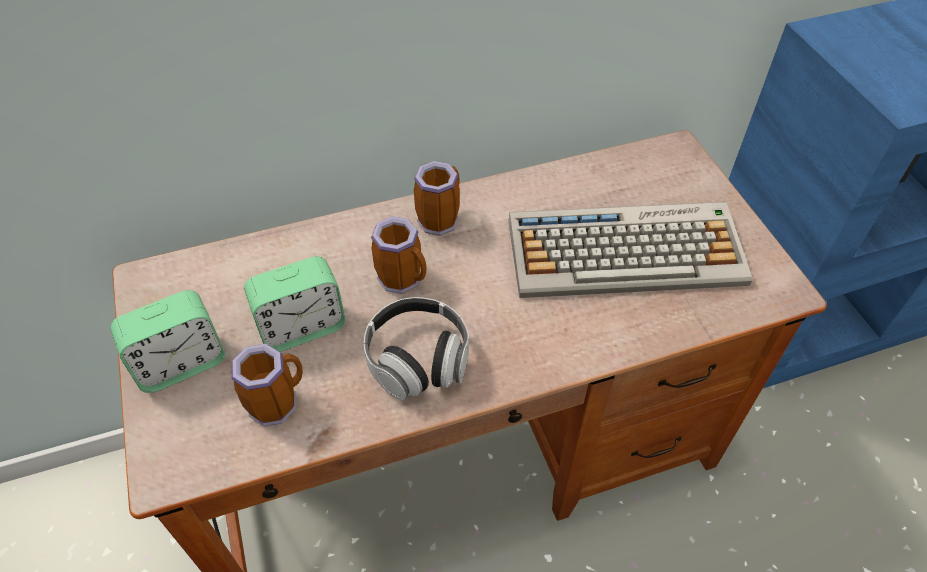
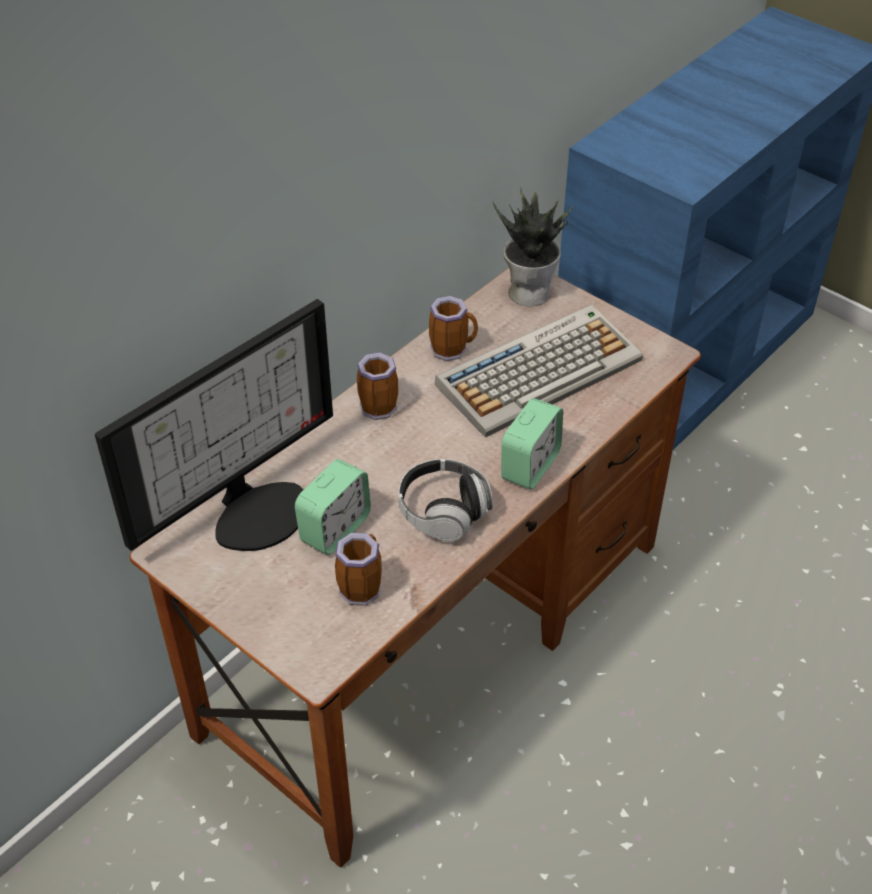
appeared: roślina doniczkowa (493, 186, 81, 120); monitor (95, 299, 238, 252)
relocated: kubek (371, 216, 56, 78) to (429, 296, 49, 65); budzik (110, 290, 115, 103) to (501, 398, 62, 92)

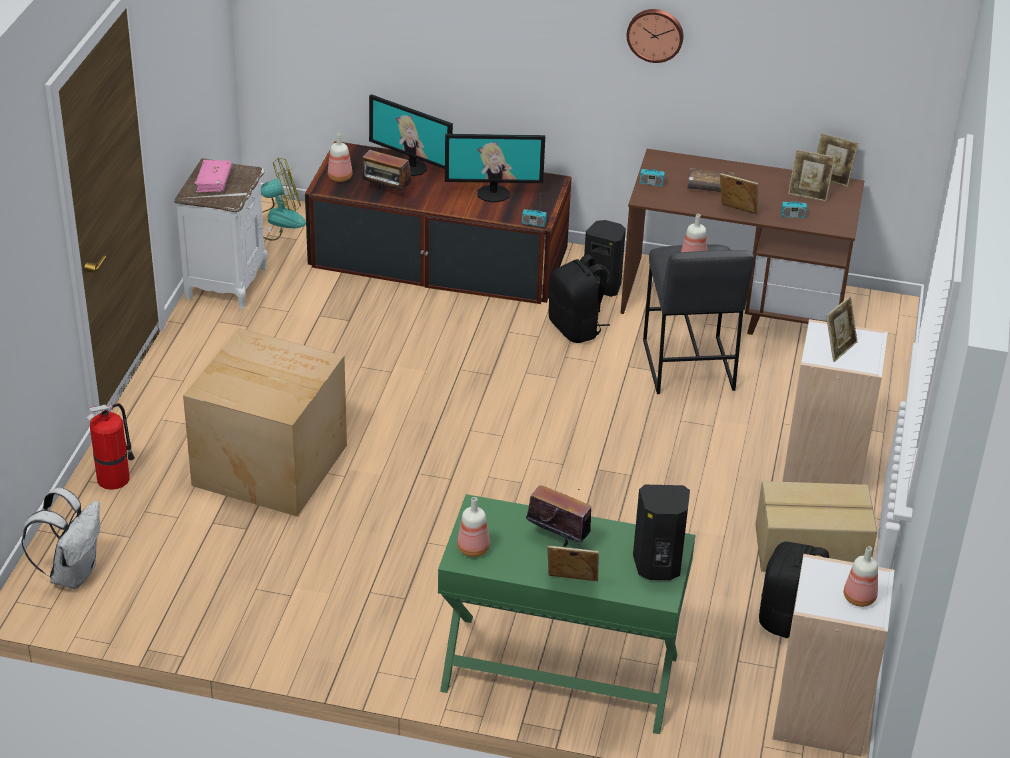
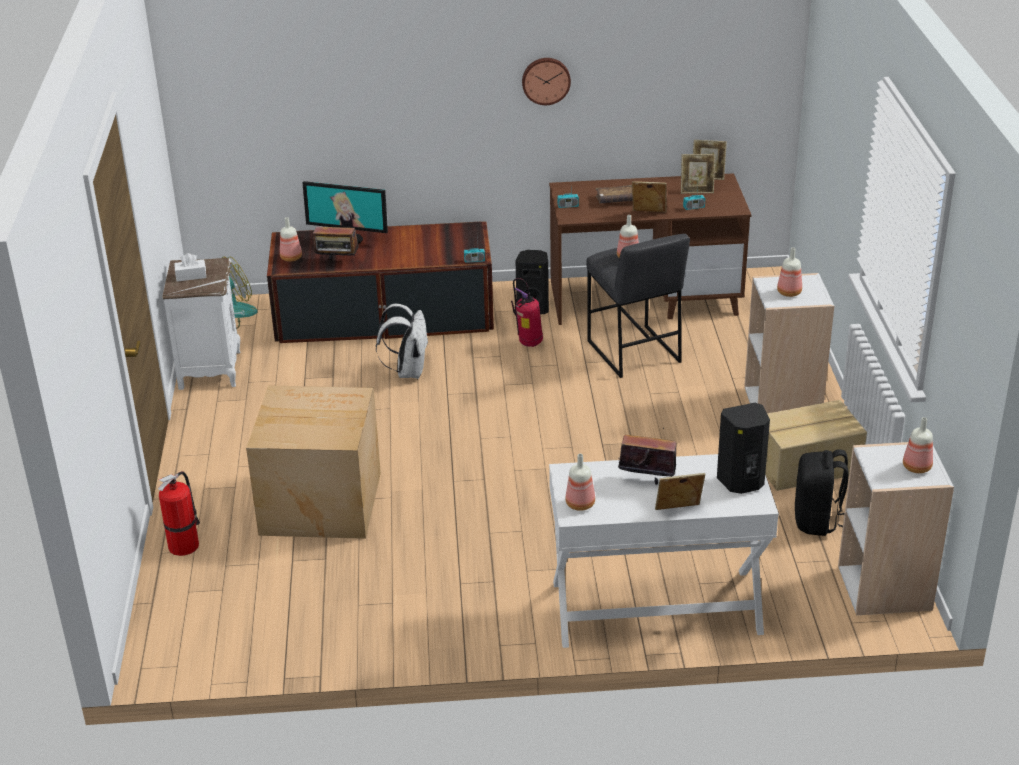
missing: monitor (445, 134, 100, 69)
relocated: plecak [biały] (21, 488, 79, 101) to (375, 304, 54, 75)
exchanged: książka [różowy] (195, 160, 37, 33) to pudełko chusteczek [biały] (174, 253, 32, 29); plecak [czarny] (549, 255, 61, 88) to gaśnica (511, 278, 32, 69); ramka na zdjęcie (826, 296, 32, 66) to butelka (777, 248, 25, 49)
colour: biurko [zielony] (438, 494, 258, 240) to biurko [biały] (549, 454, 230, 194)

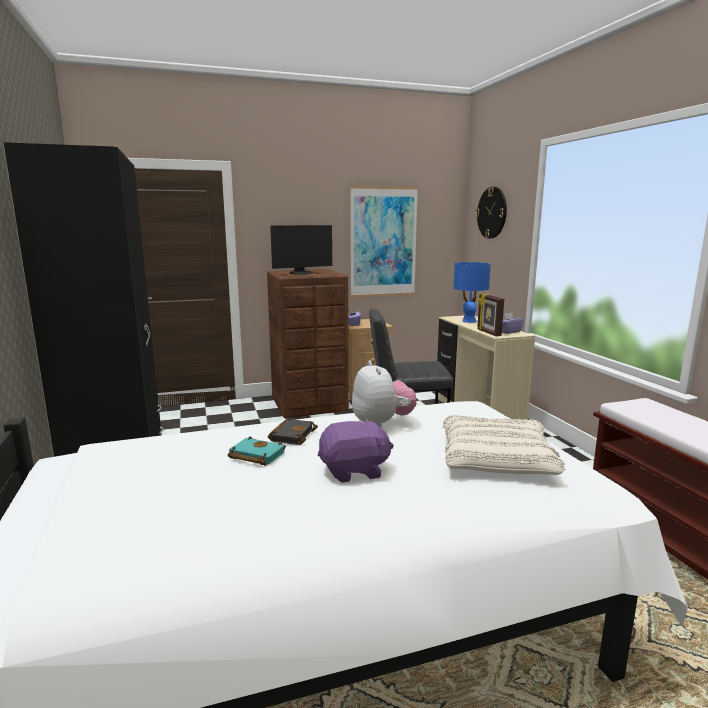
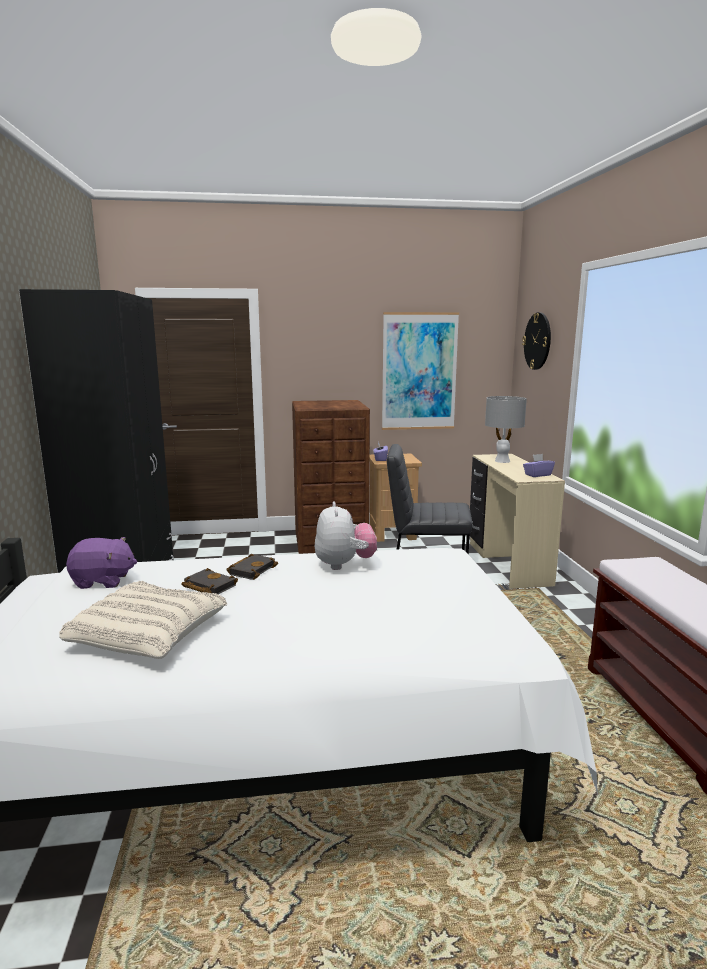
missing: monitor (270, 225, 62, 49); ramka na zdjęcie (477, 294, 27, 42)
relocated: poduszka [beżowy] (443, 414, 123, 61) to (59, 581, 168, 78); pluszak [fioletowy] (318, 418, 76, 65) to (66, 537, 71, 52)
colour: lampa stołowa [niebieski] (453, 262, 38, 61) to lampa stołowa [szary] (485, 396, 42, 67); książka [turkusowy] (228, 436, 58, 30) to książka [czarny] (181, 568, 57, 26)

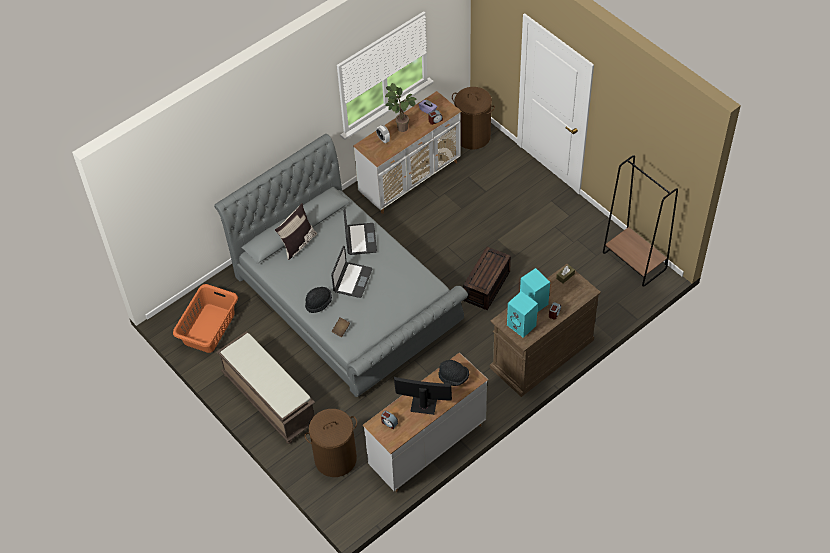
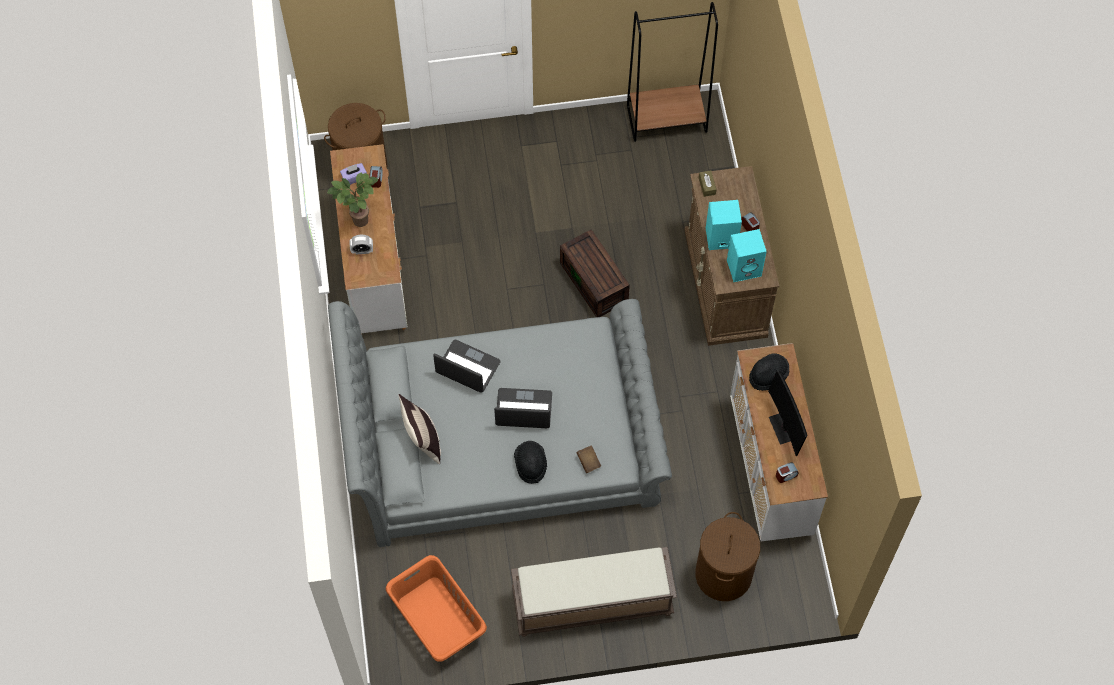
spun: laptop (331, 246, 41, 52) = (494, 388, 58, 40) 45 degrees counterclockwise; monitor (394, 377, 58, 38) = (768, 370, 39, 86) 60 degrees counterclockwise

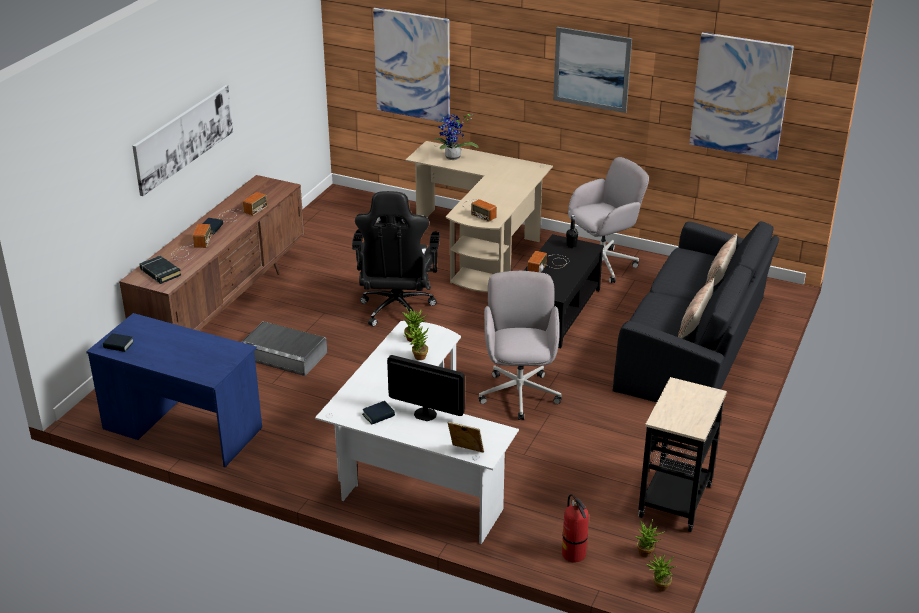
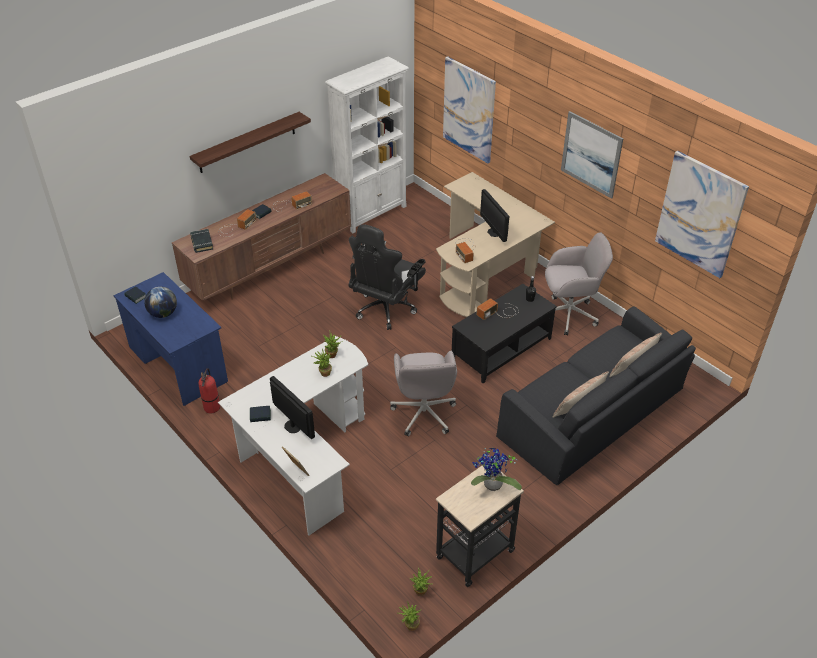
missing: pojemnik do przechowywania [szary] (241, 321, 86, 55)
appeared: regał [biały] (325, 56, 84, 177); monitor (480, 189, 29, 53); globus (144, 287, 33, 31)
relocated: roślina doniczkowa (434, 114, 45, 46) to (471, 448, 51, 43); gaśnica (562, 494, 27, 69) to (198, 368, 22, 46)
exchanged: obraz (132, 85, 101, 111) to półka (190, 112, 121, 61)
spun: krzesło biurowe [szary] (478, 271, 84, 149) = (390, 351, 67, 86) 150 degrees clockwise

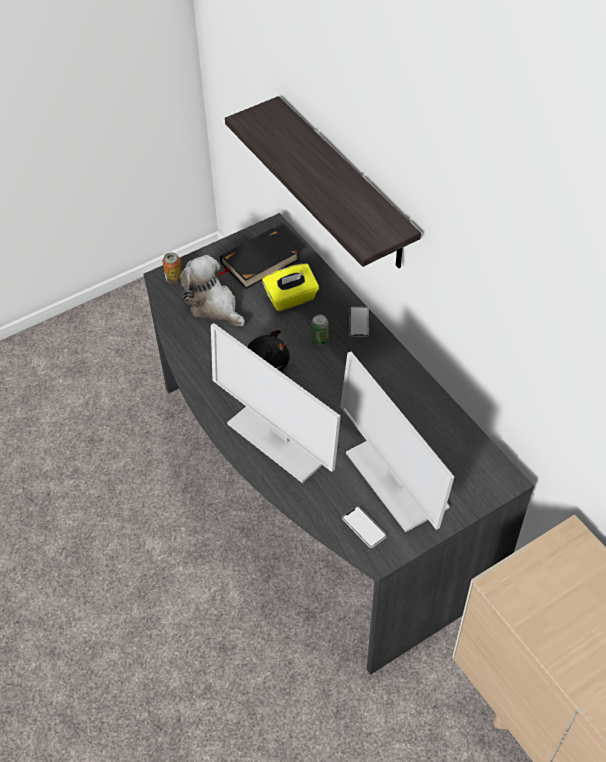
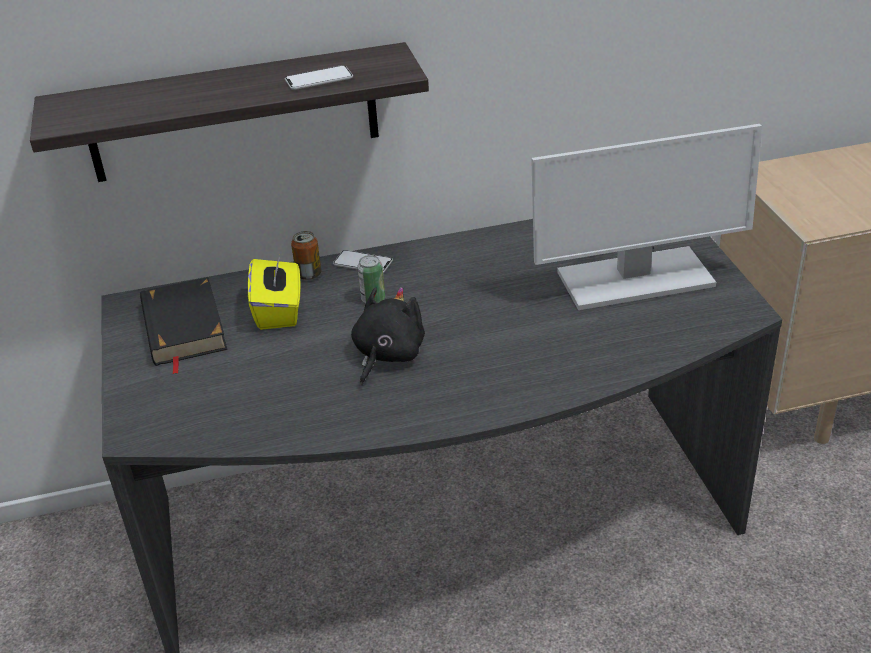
missing: pluszak (180, 255, 65, 71); monitor (211, 323, 130, 160)
relocated: puszka (163, 252, 19, 32) to (291, 231, 30, 49); telefon (342, 506, 45, 42) to (285, 65, 68, 25)

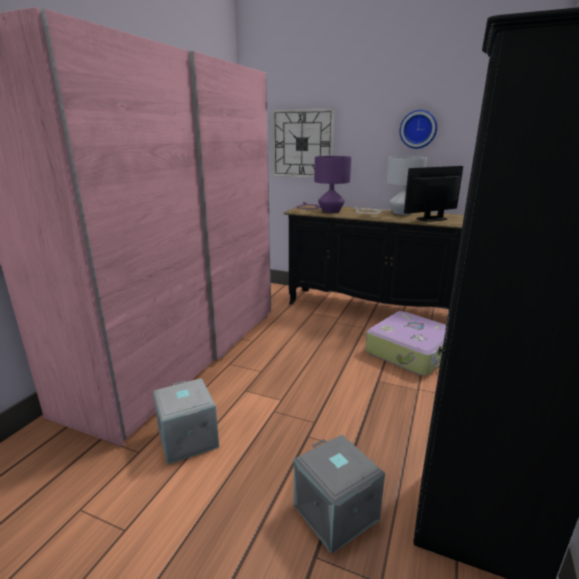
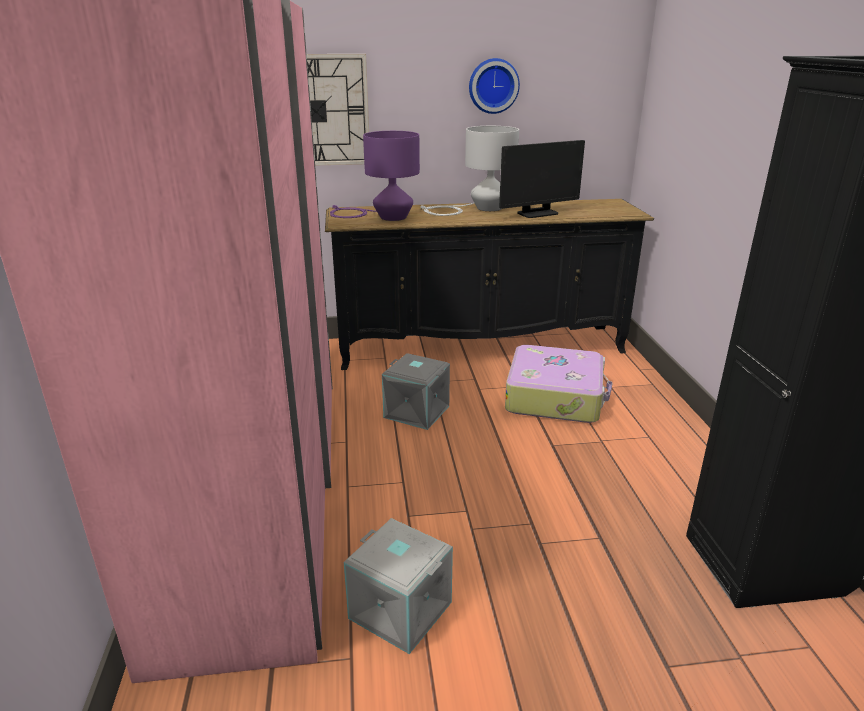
relocated: pojemnik do przechowywania [szary] (294, 435, 91, 119) to (382, 353, 68, 77)
spun: monitor (404, 166, 59, 56) = (499, 140, 86, 78) 150 degrees counterclockwise

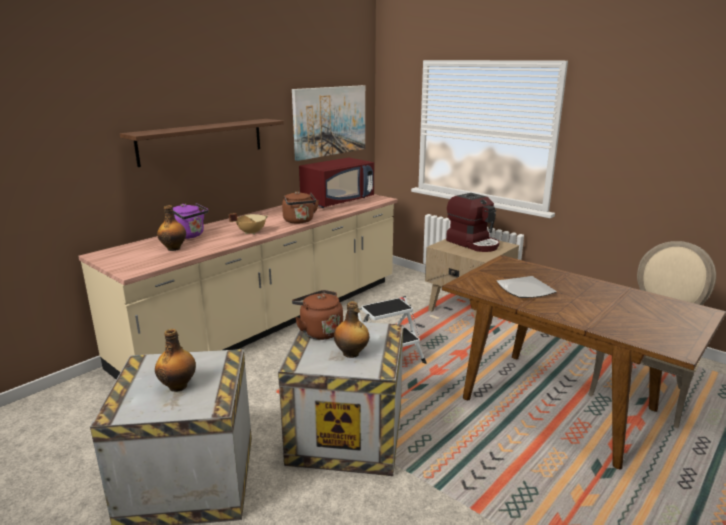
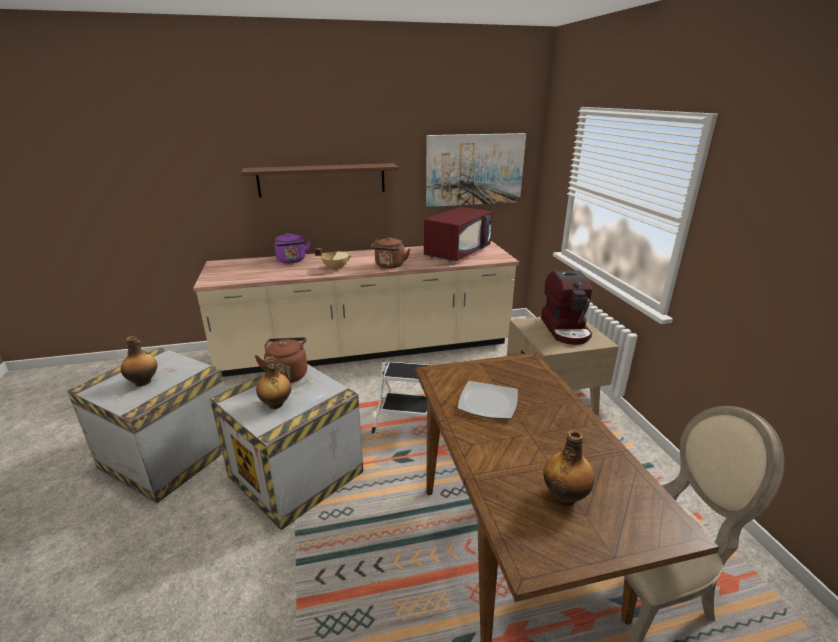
relocated: butelka (157, 205, 29, 46) to (543, 430, 52, 76)
spun: mikrofalówka [czerwony] (299, 158, 75, 50) = (424, 207, 68, 55) 45 degrees counterclockwise

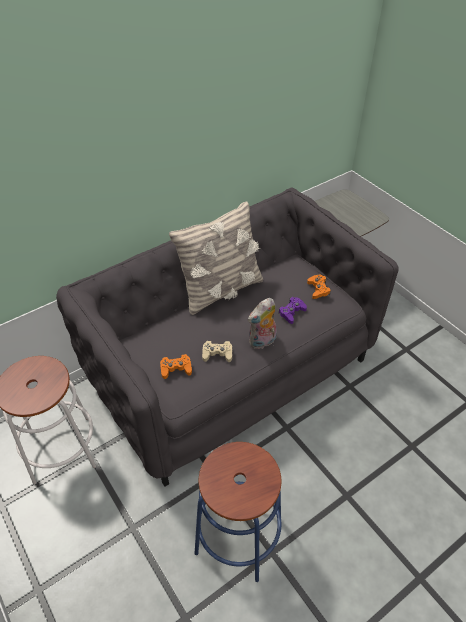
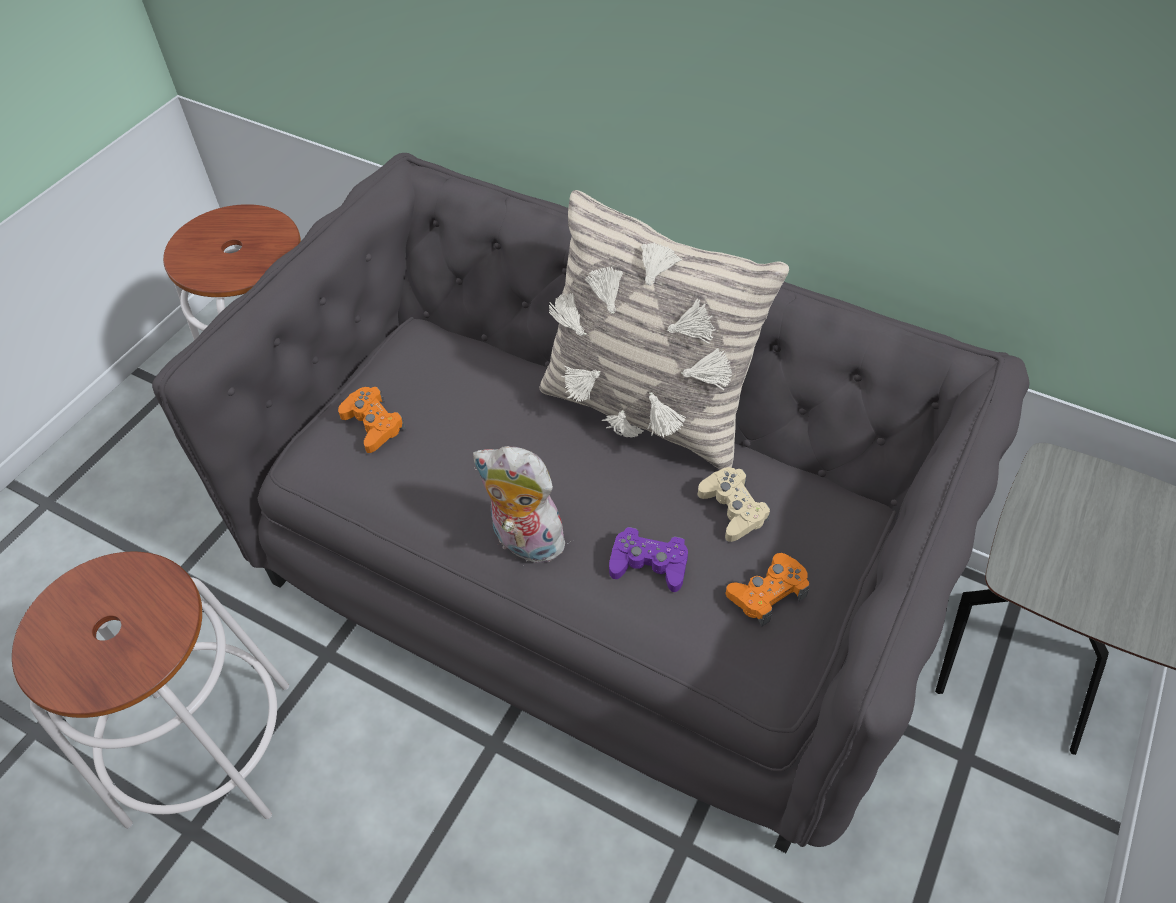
relocated: pad do gier [beżowy] (202, 341, 30, 21) to (698, 467, 72, 75)
colour: stołek [niebieski] (195, 442, 86, 140) to stołek [biały] (12, 552, 277, 277)

